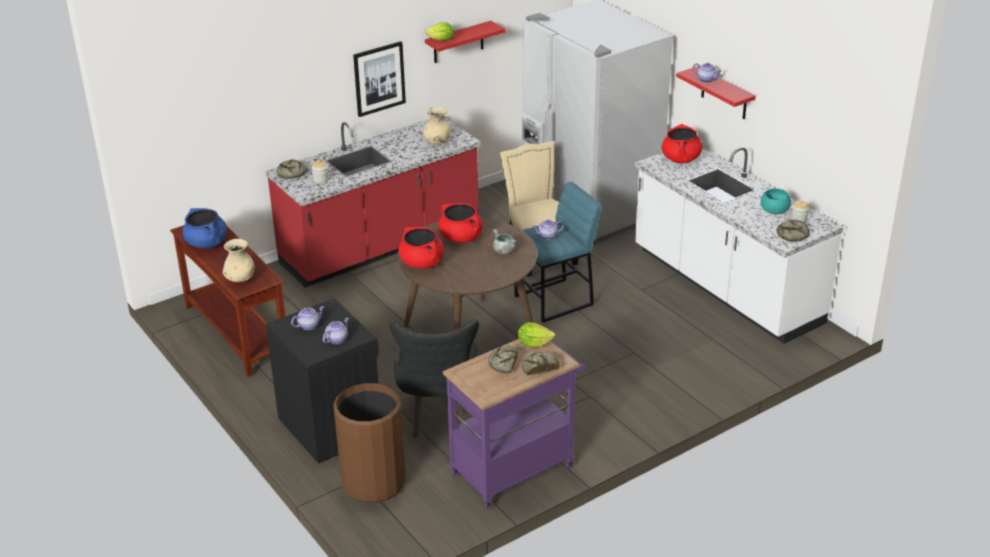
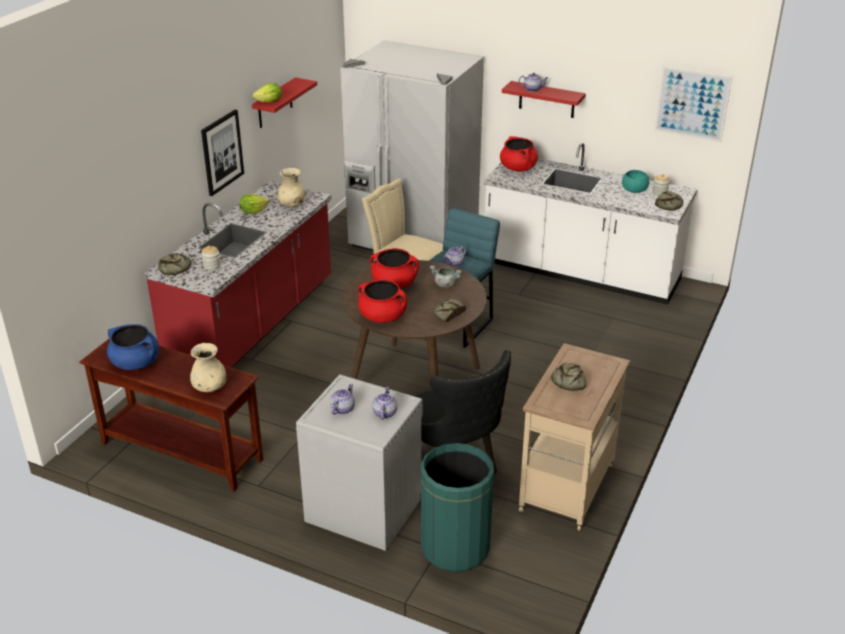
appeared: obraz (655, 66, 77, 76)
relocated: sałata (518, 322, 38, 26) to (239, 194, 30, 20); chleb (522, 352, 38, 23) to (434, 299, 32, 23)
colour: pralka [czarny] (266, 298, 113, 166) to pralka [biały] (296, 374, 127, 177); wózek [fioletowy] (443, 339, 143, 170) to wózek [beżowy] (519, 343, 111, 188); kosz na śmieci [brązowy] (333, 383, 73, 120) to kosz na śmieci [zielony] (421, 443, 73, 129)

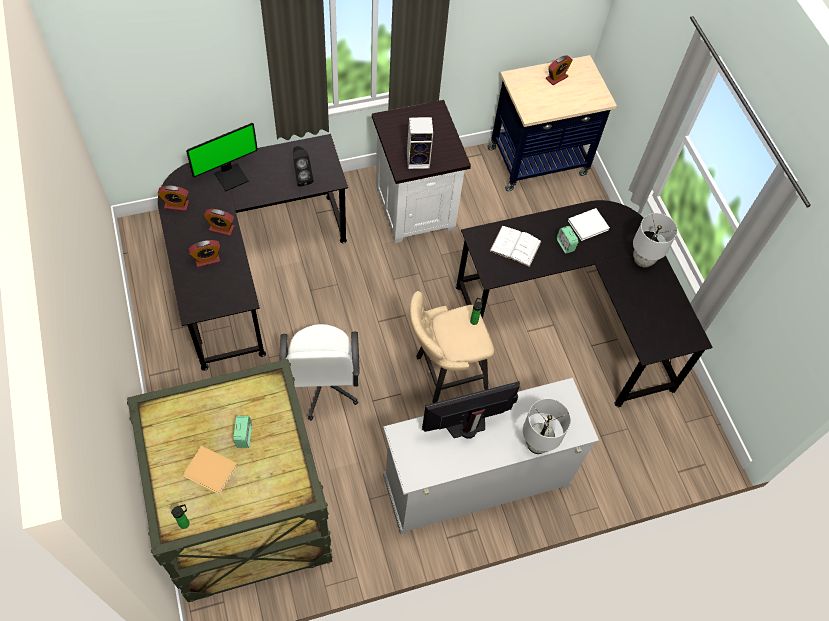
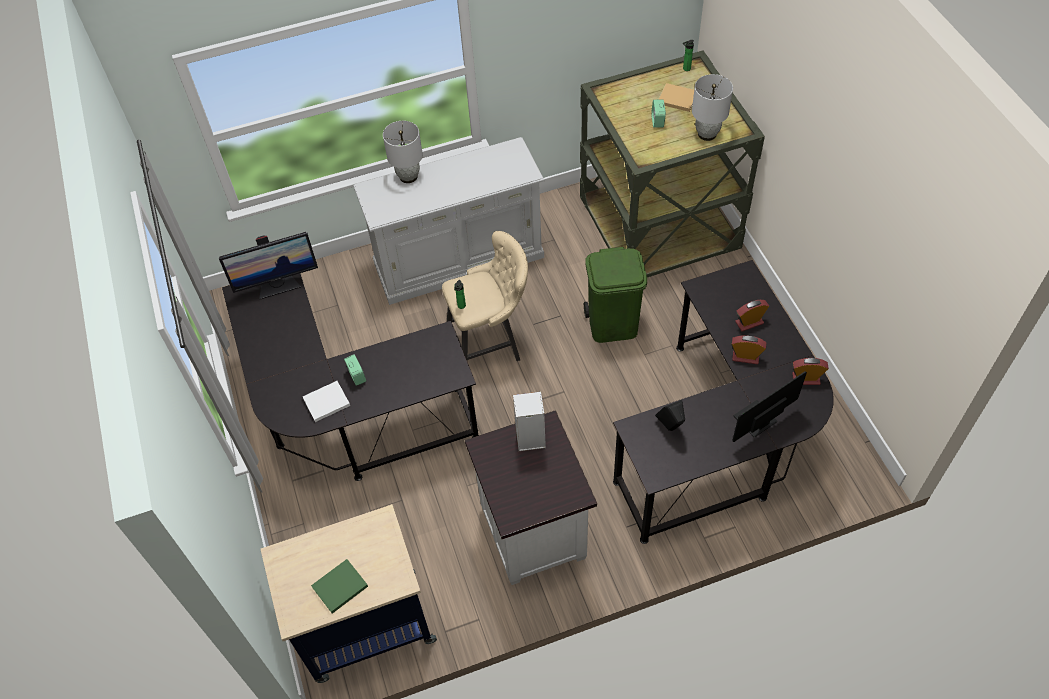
missing: książka [biały] (489, 226, 53, 41)
relocated: lampa stołowa [biały] (633, 213, 44, 56) to (692, 74, 41, 67); monitor (422, 381, 98, 57) to (219, 232, 99, 67)
exchanged: budzik (546, 56, 27, 29) to książka [zielony] (311, 559, 57, 55); krzesło biurowe [biały] (279, 324, 81, 97) to kosz na śmieci [zielony] (584, 247, 63, 96)

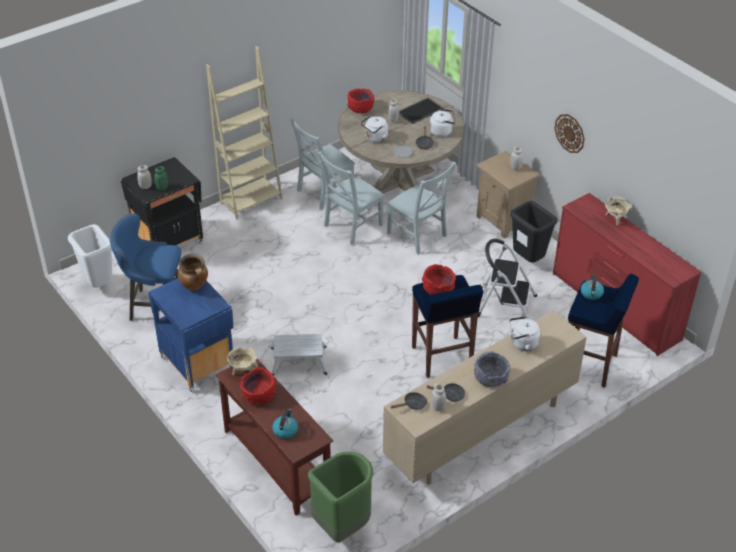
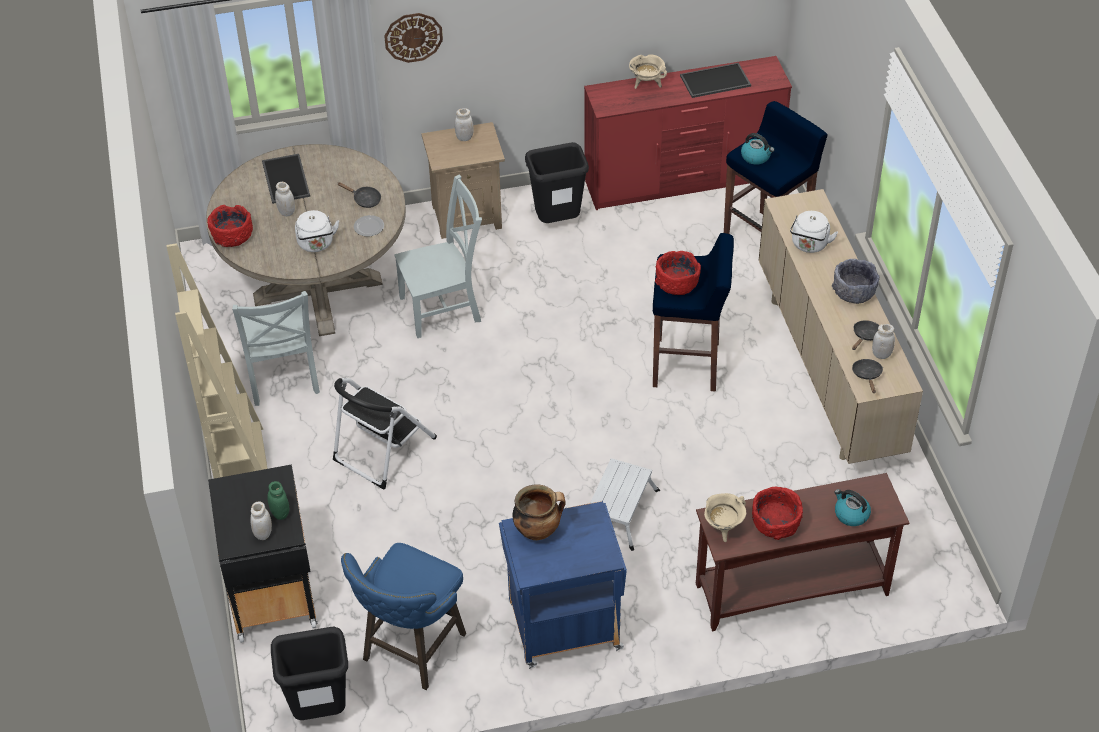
missing: czajnik [biały] (430, 109, 26, 28); krzesło [szary] (318, 151, 66, 94); kosz na śmieci [zielony] (308, 452, 66, 91)
appeared: taca (680, 63, 71, 35)
relocated: zegar ścienny (554, 114, 31, 39) to (384, 13, 59, 50); drabinka (478, 239, 59, 80) to (333, 378, 104, 111)
colour: kosz na śmieci [biały] (68, 224, 44, 64) to kosz na śmieci [czarny] (271, 626, 77, 94)

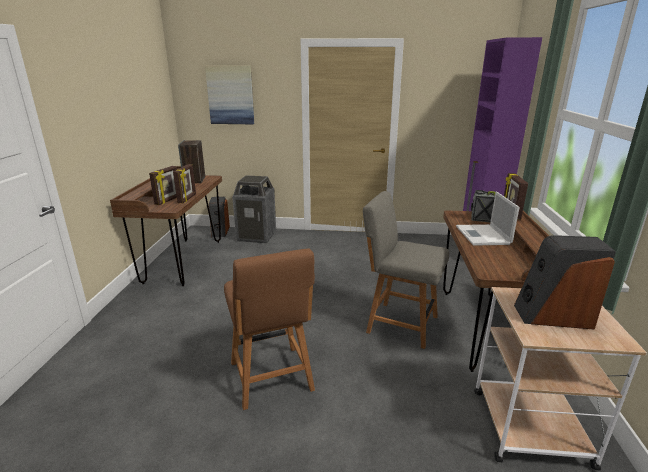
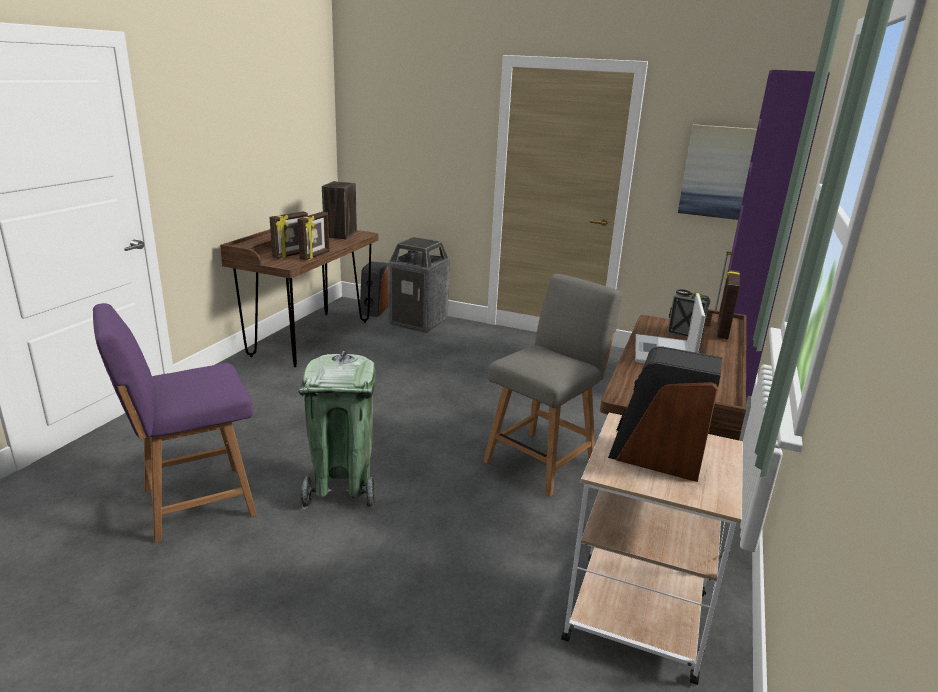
appeared: krzesło [fioletowy] (93, 303, 164, 240)
relocated: obraz (205, 65, 49, 59) to (678, 124, 79, 96)
exchanged: krzesło [brązowy] (224, 248, 91, 162) to kosz na śmieci [zielony] (298, 351, 78, 158)
spun: krzesło [szary] (363, 191, 86, 158) = (483, 274, 139, 223) 90 degrees clockwise

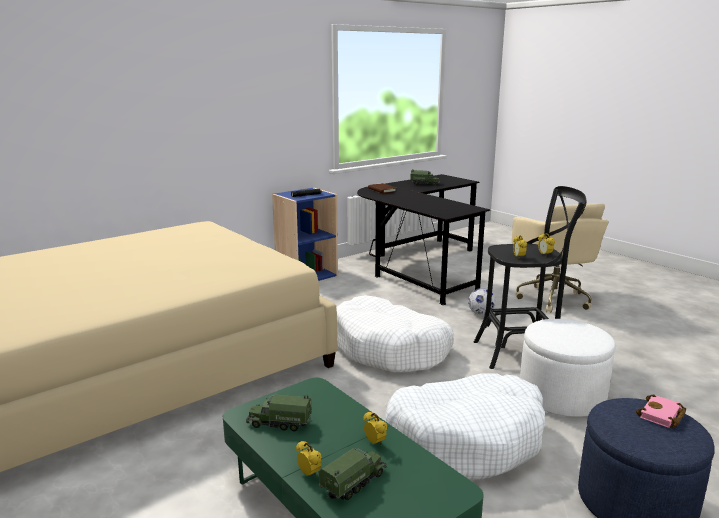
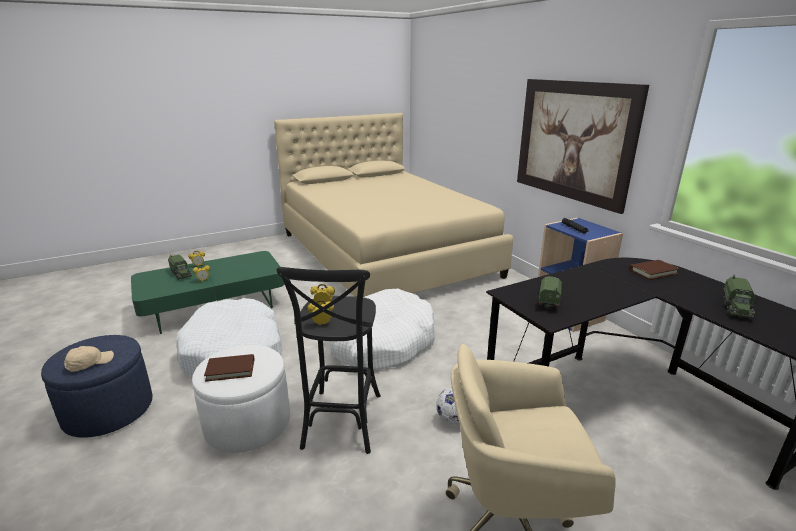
appeared: obraz (517, 79, 132, 135); książka [brązowy] (204, 354, 50, 28)
relocated: ciężarówka zabawkowa (246, 395, 66, 36) to (538, 276, 25, 33)
exchanged: książka [różowy] (636, 394, 50, 34) to czapka z daszkiem [beżowy] (64, 346, 50, 26)

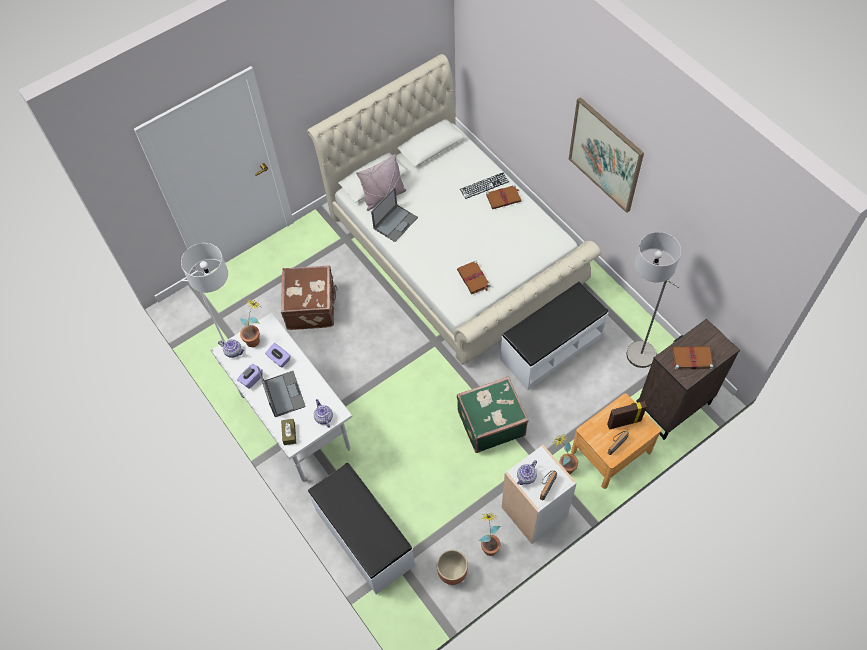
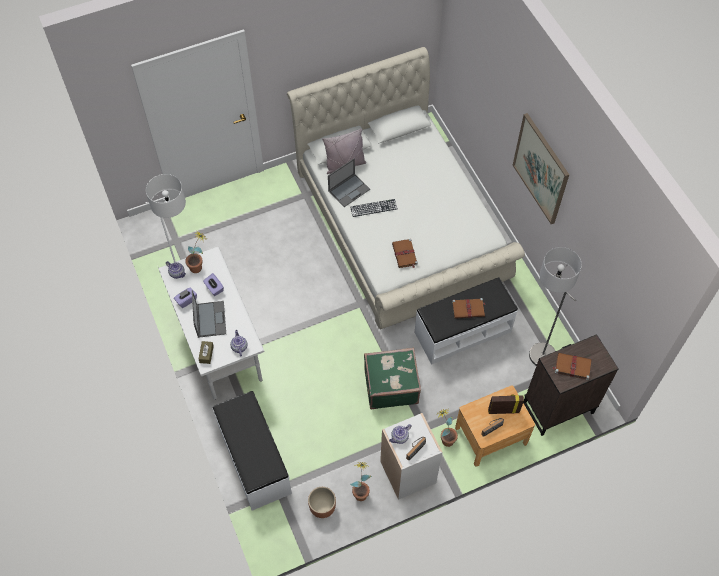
missing: walizka [brązowy] (281, 265, 57, 65)
relocated: klawiatura (460, 172, 49, 27) to (350, 199, 48, 18); książka [brązowy] (486, 185, 35, 24) to (452, 298, 34, 21)

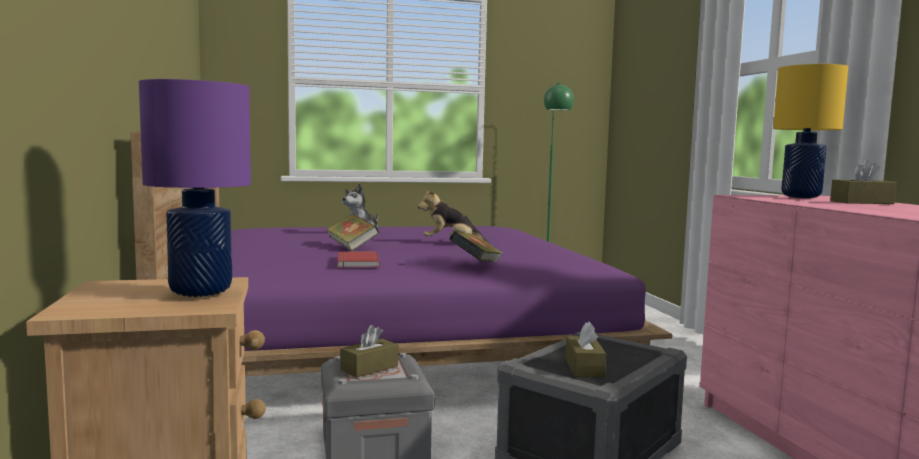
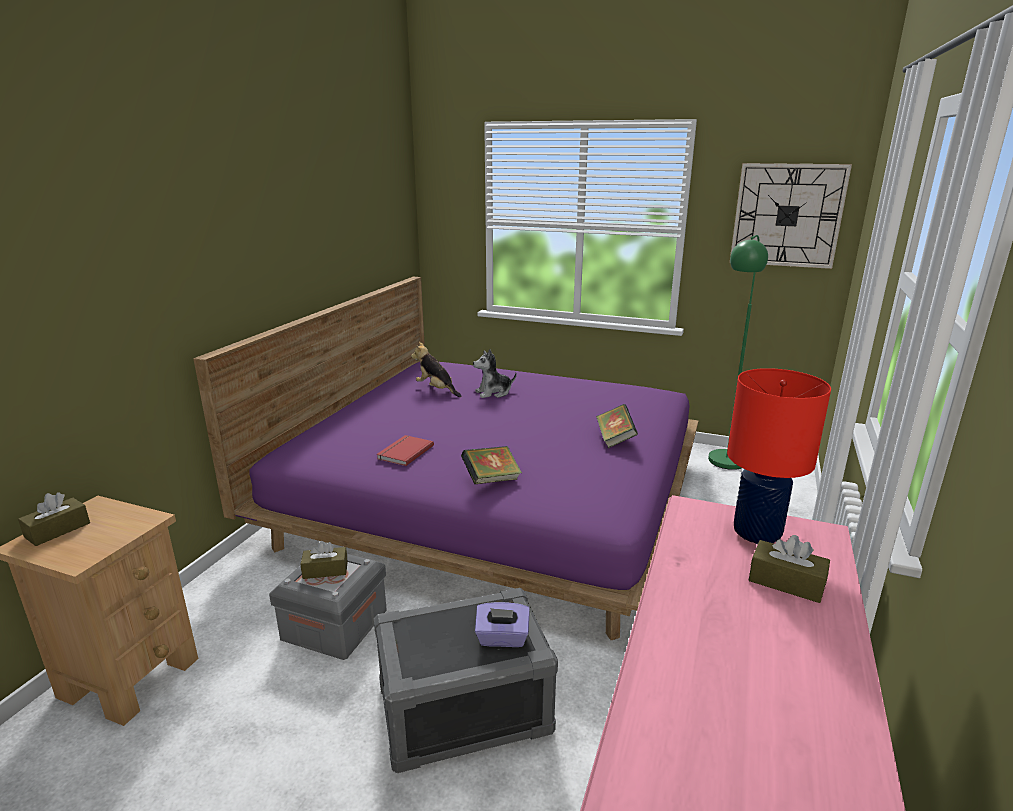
missing: lampa stołowa [fioletowy] (139, 79, 112, 218)
appeared: zegar ścienny (730, 163, 122, 106); pudełko chusteczek [fioletowy] (475, 602, 55, 45)
relocated: pluszak (418, 189, 72, 55) to (411, 342, 50, 55); książka (326, 214, 53, 37) to (596, 404, 42, 44); pudełko chusteczek [brązowy] (566, 322, 40, 56) to (18, 492, 72, 54)
colour: lampa stołowa [żółty] (773, 64, 75, 134) to lampa stołowa [czerwony] (727, 368, 104, 176)

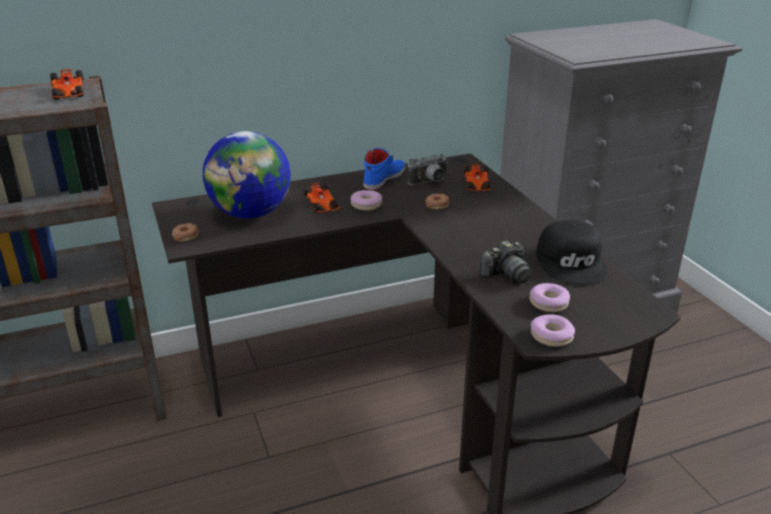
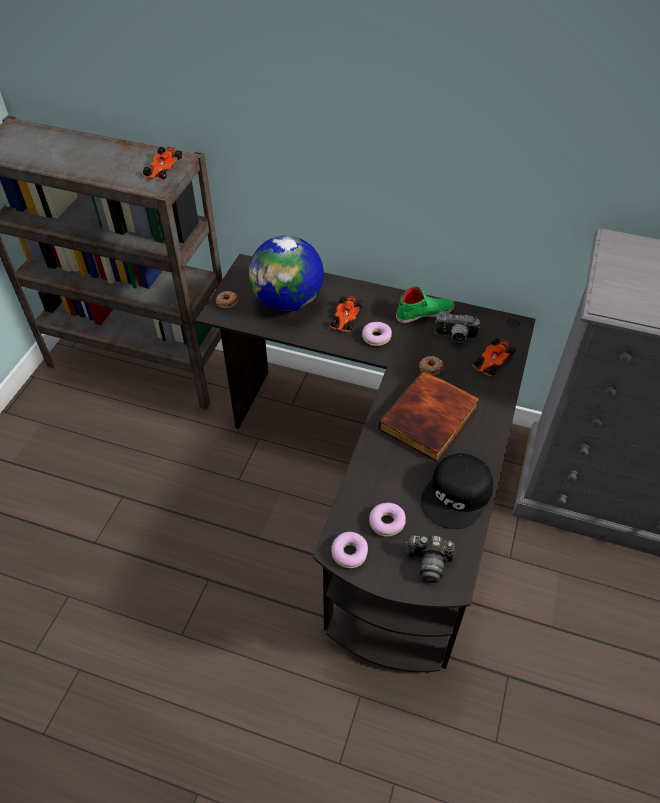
appeared: książka (379, 370, 101, 91)
relocated: aparat fotograficzny (479, 240, 52, 44) to (405, 535, 51, 48)
colour: but [niebieski] (363, 148, 43, 42) to but [zielony] (396, 284, 58, 40)

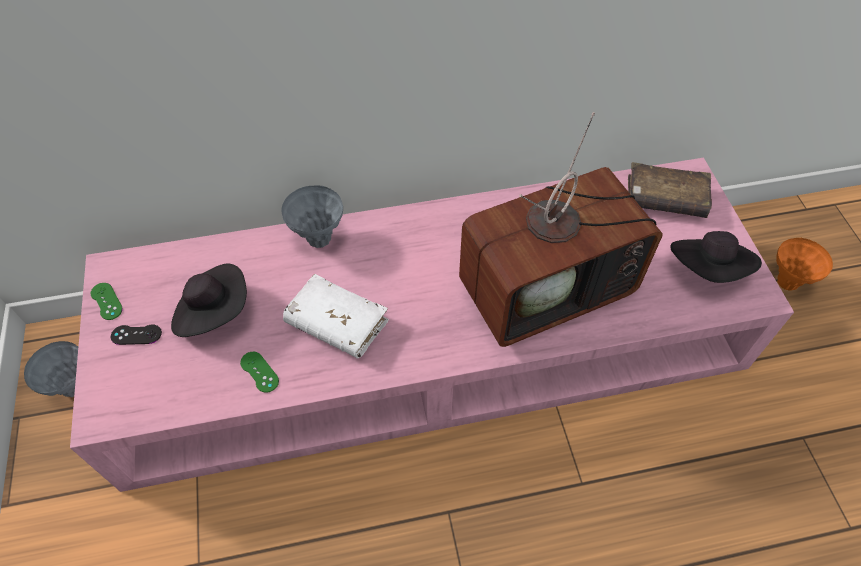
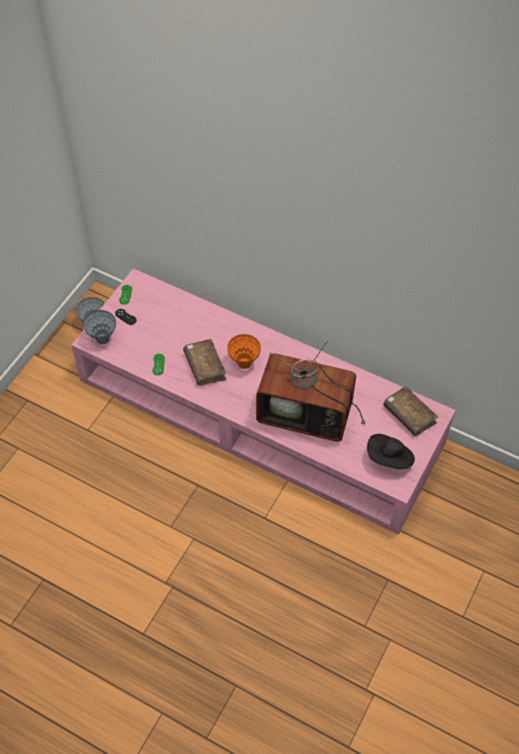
missing: kapelusz [czarny] (171, 264, 76, 73)
relocated: wazon [szary] (281, 185, 62, 63) to (83, 310, 33, 34); wazon [pomarańczowy] (776, 238, 57, 53) to (227, 334, 34, 35)
colour: książka [biały] (283, 274, 106, 85) to książka [brązowy] (183, 339, 44, 47)

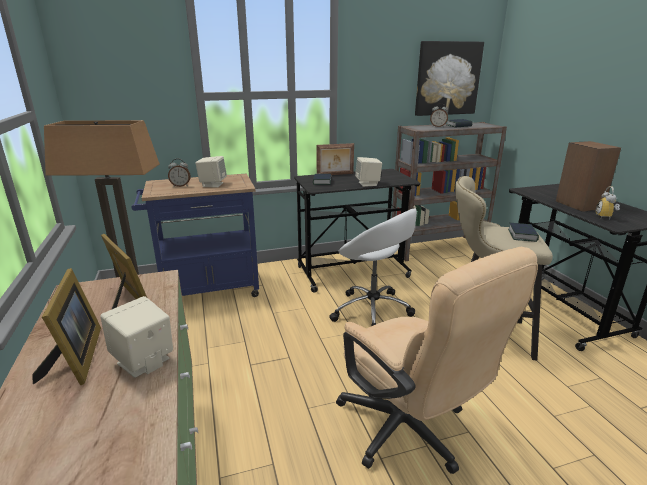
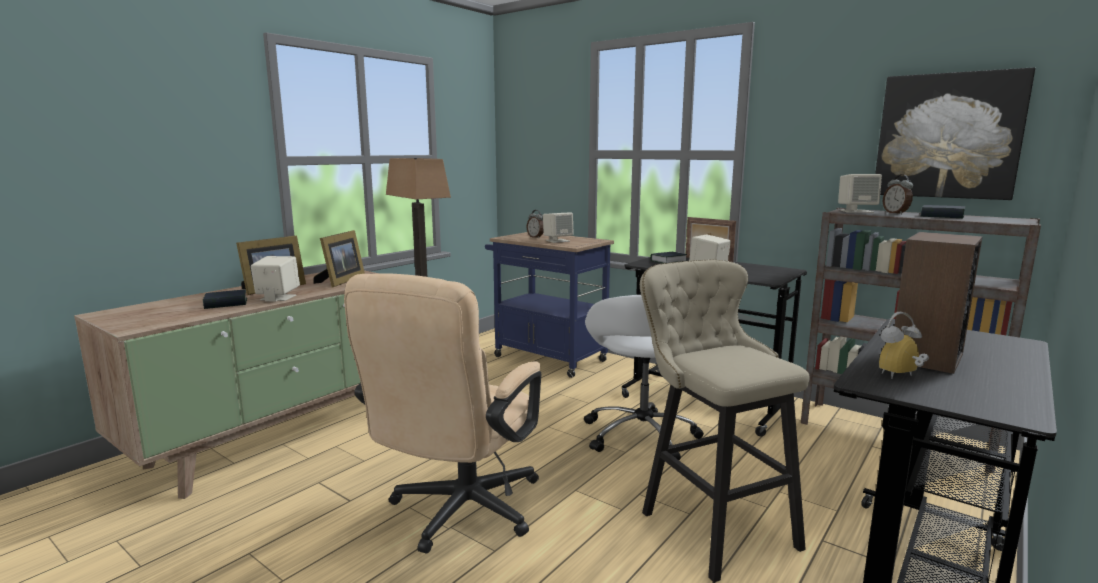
appeared: głośnik [beżowy] (838, 174, 44, 39)
relocated: książka (508, 223, 31, 19) to (203, 289, 44, 20)

